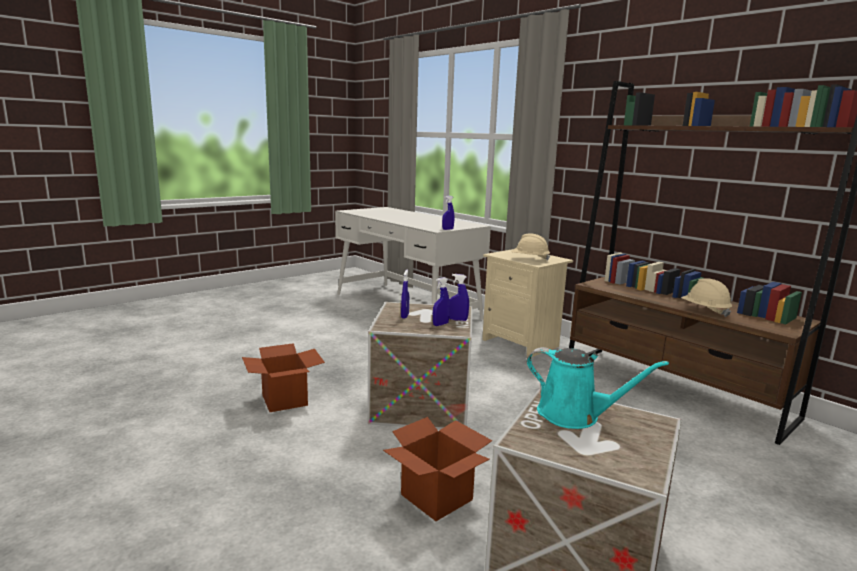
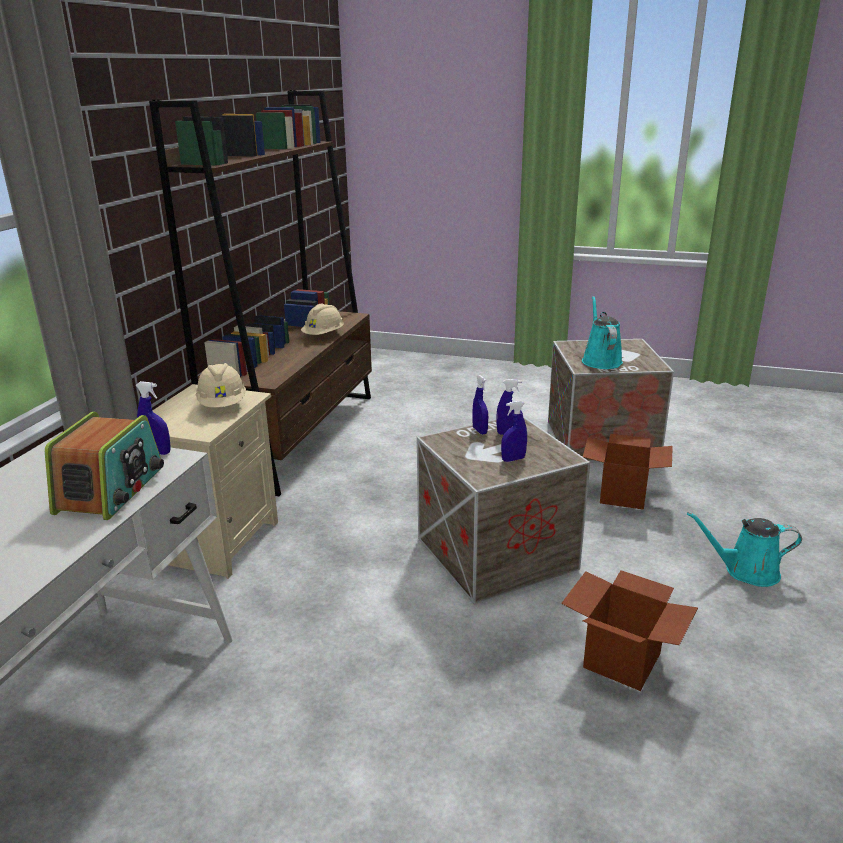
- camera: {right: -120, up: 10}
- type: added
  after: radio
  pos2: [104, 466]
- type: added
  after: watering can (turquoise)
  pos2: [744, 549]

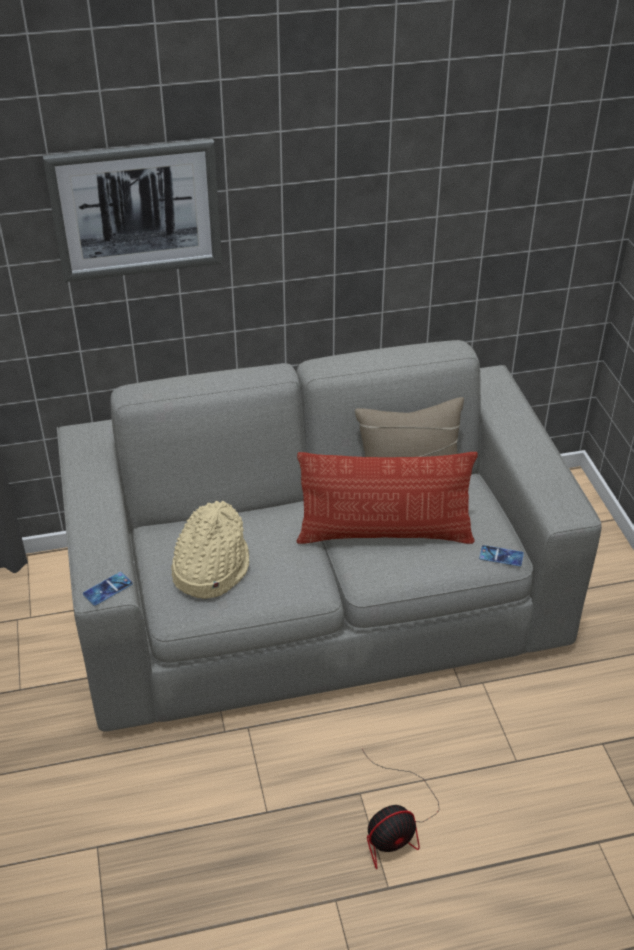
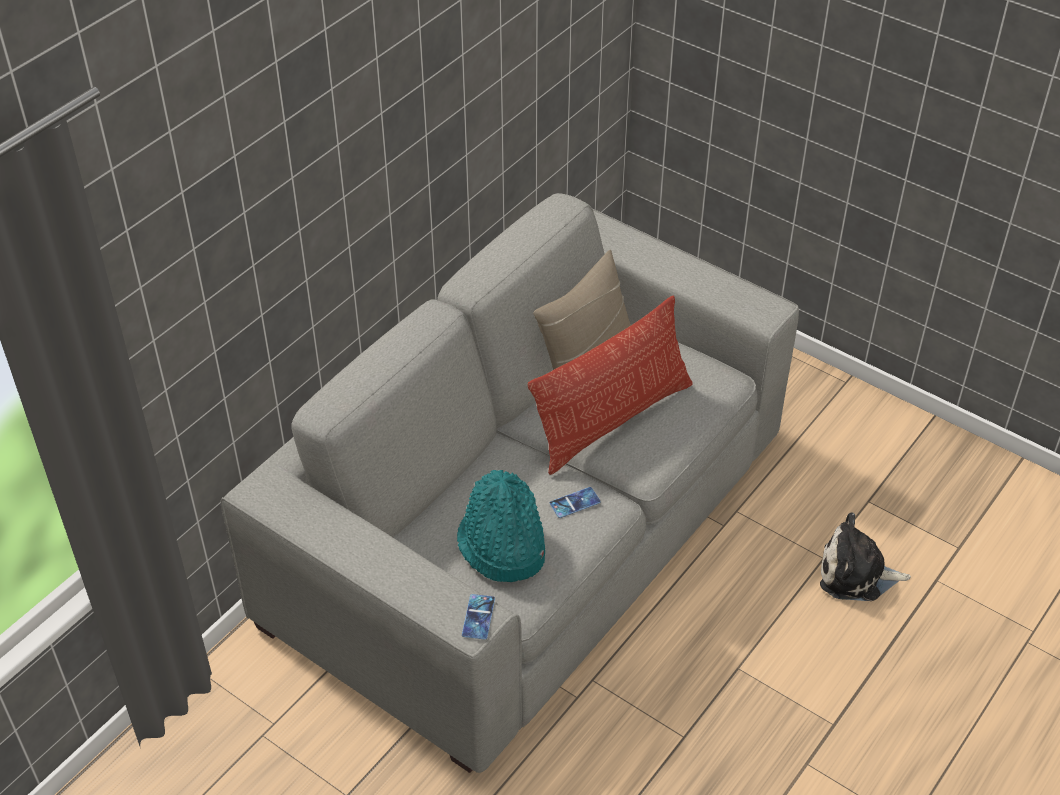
- camera: {right: -40, up: 5}
- type: removed
  before: picture
  pos1: [132, 210]
- type: recoloured
  before: hat (beige)
  after: hat (turquoise)
  pos1: [210, 549]
  pos2: [501, 526]
- type: moved
  before: phone
  pos1: [501, 555]
  pos2: [575, 502]
- type: removed
  before: fan
  pos1: [400, 809]
- type: added
  after: plush toy
  pos2: [865, 557]

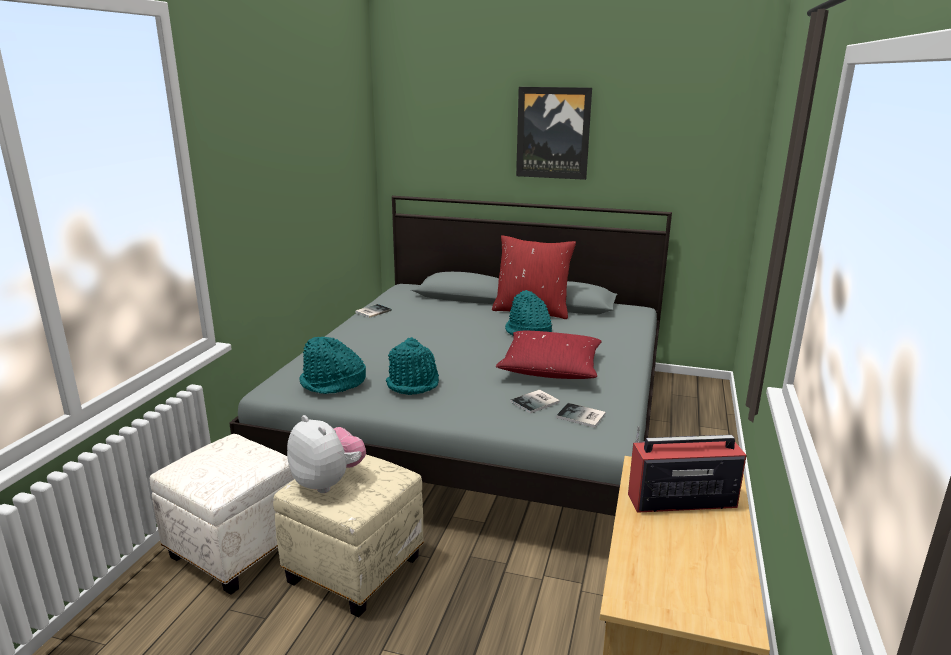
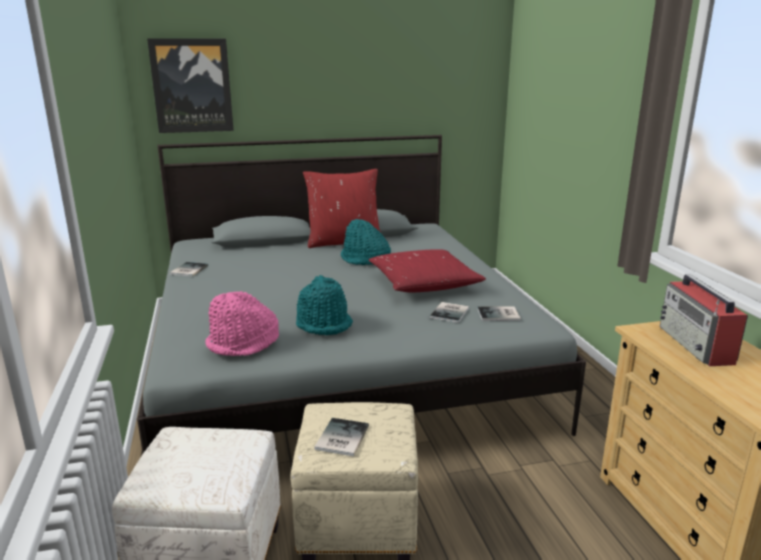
- camera: {right: -30, up: 0}
- type: moved
  before: picture
  pos1: [554, 133]
  pos2: [190, 85]
- type: recoloured
  before: hat (turquoise)
  after: hat (pink)
  pos1: [332, 365]
  pos2: [242, 323]
- type: replaced
  before: plush toy
  after: book
  pos1: [326, 454]
  pos2: [342, 437]
- type: turned
  before: radio
  pos1: [687, 469]
  pos2: [704, 320]
  turn: -60

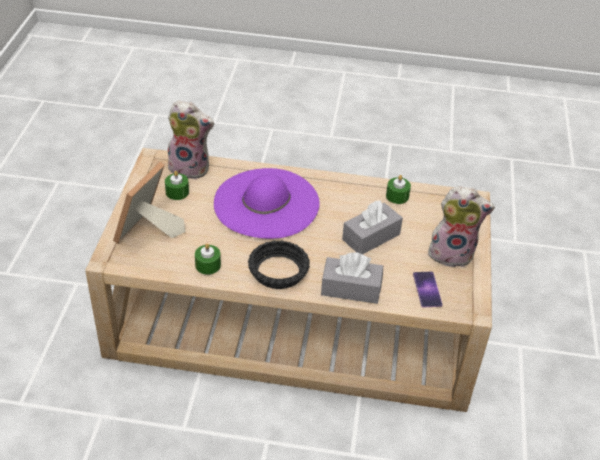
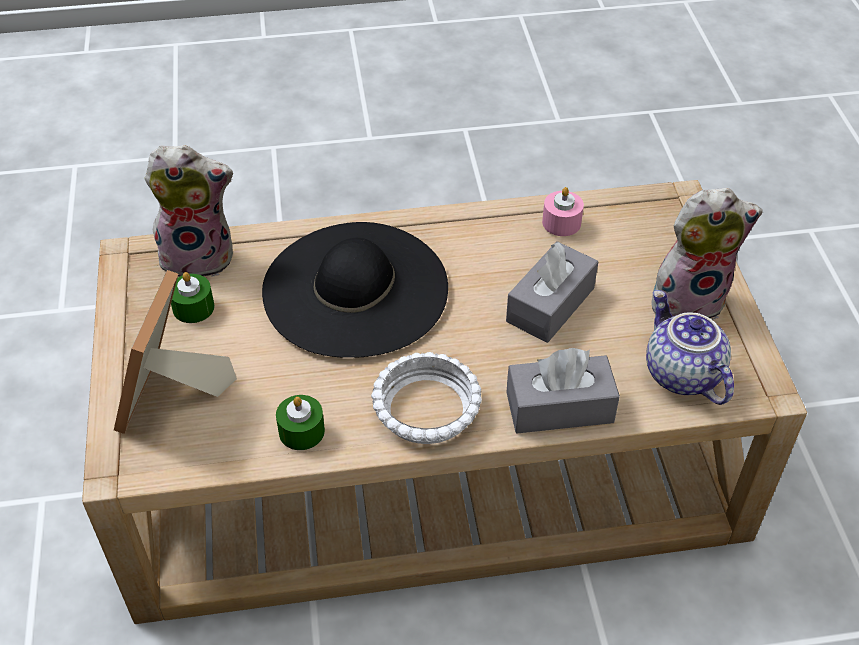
- camera: {right: -15, up: 5}
- type: recoloured
  before: hat (purple)
  after: hat (black)
  pos1: [267, 203]
  pos2: [355, 290]
- type: recoloured
  before: candle (green)
  after: candle (pink)
  pos1: [398, 189]
  pos2: [563, 211]
- type: recoloured
  before: bowl (black)
  after: bowl (white)
  pos1: [279, 265]
  pos2: [426, 398]
- type: replaced
  before: phone
  after: teapot
  pos1: [428, 289]
  pos2: [690, 347]

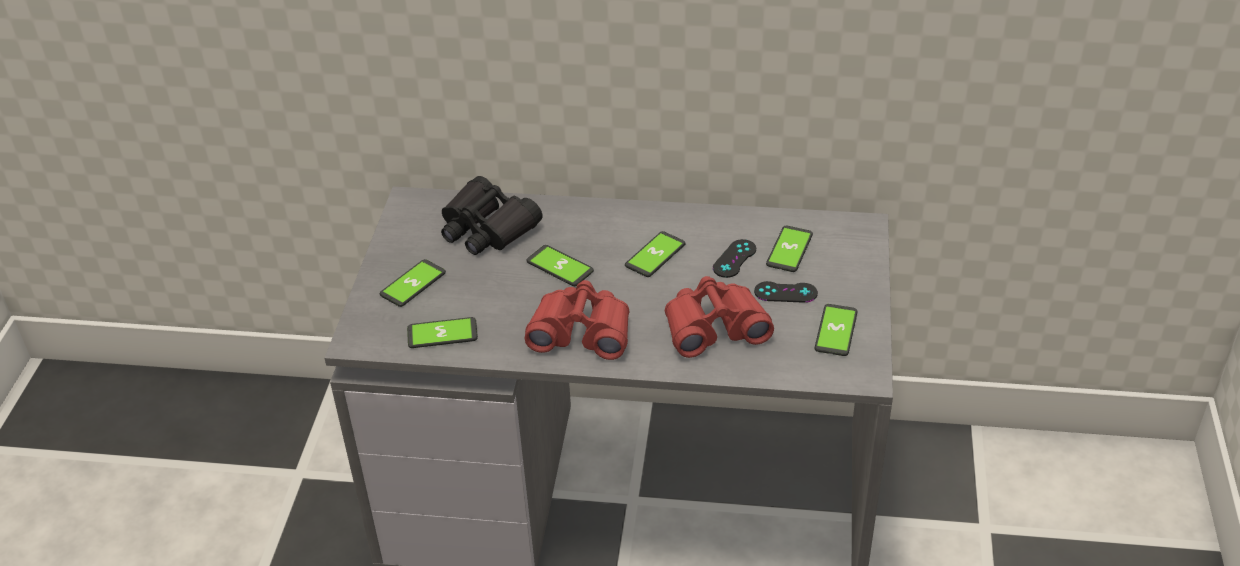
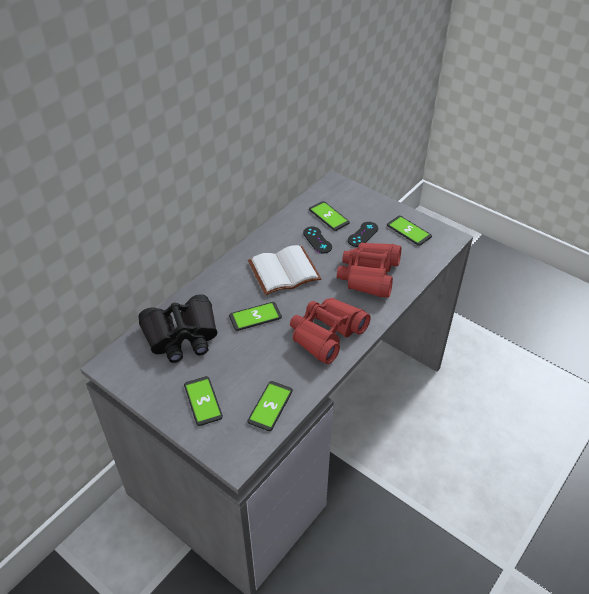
- camera: {right: -60, up: 5}
- type: replaced
  before: phone
  after: book (white)
  pos1: [655, 254]
  pos2: [285, 270]

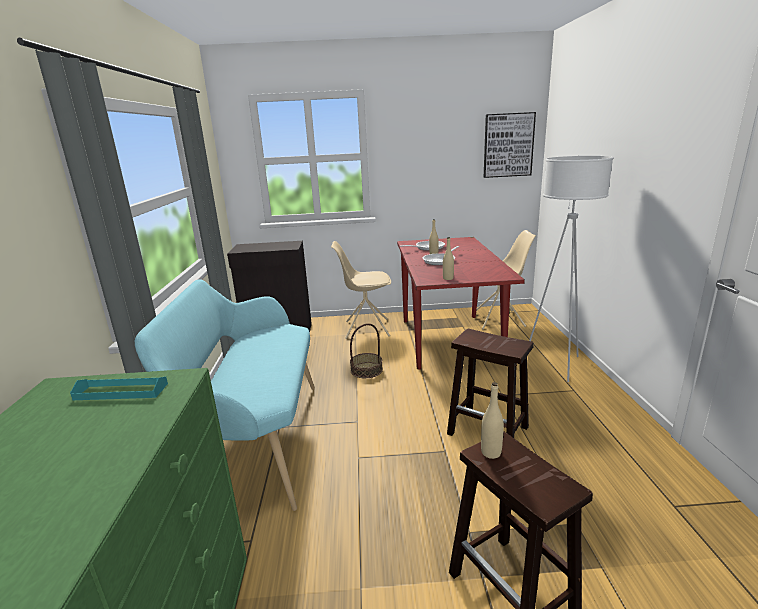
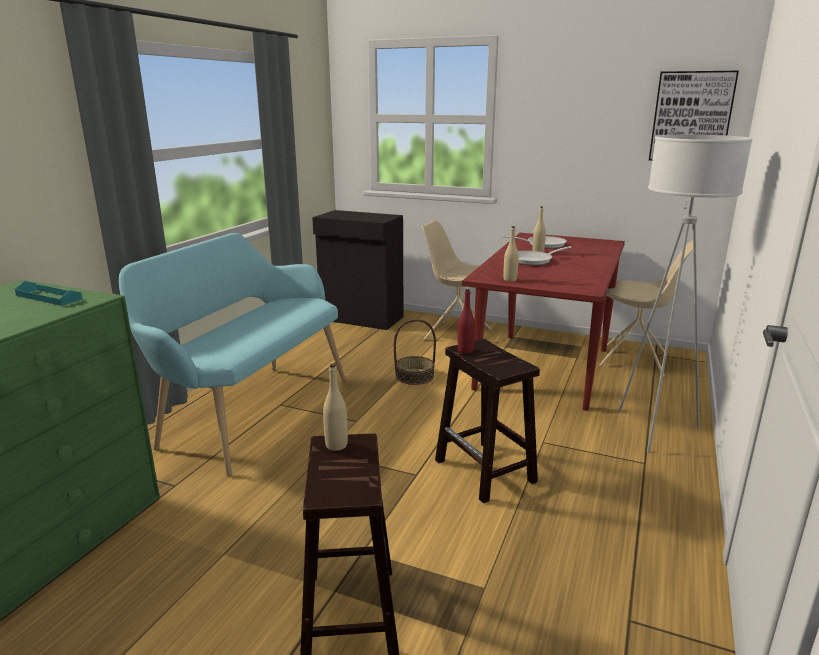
- camera: {right: 25, up: 0}
- type: added
  after: bottle (red)
  pos2: [466, 321]

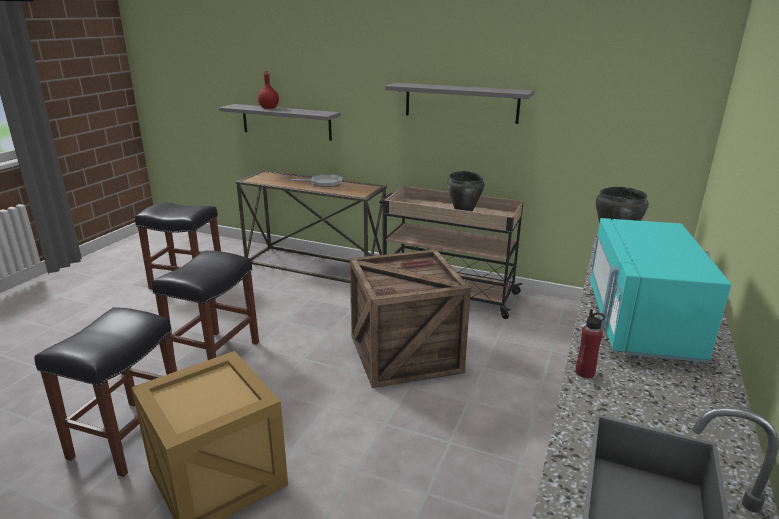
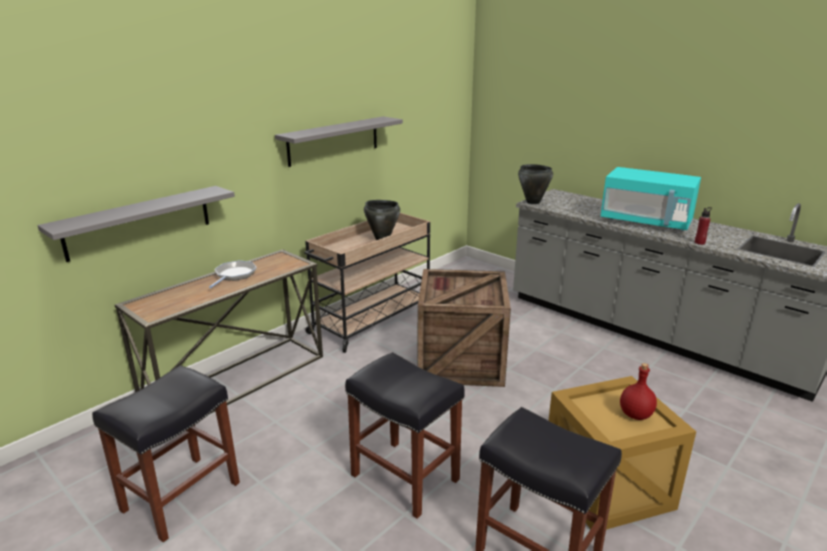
- camera: {right: -70, up: 0}
- type: moved
  before: bottle (red)
  pos1: [268, 90]
  pos2: [638, 391]

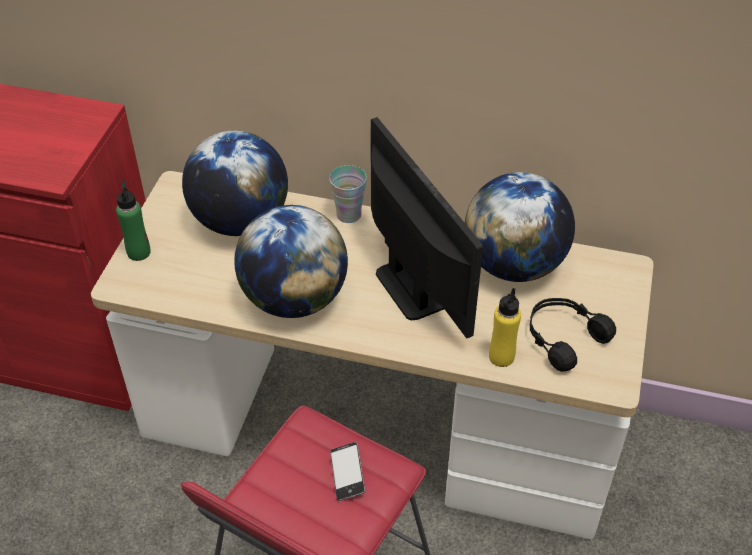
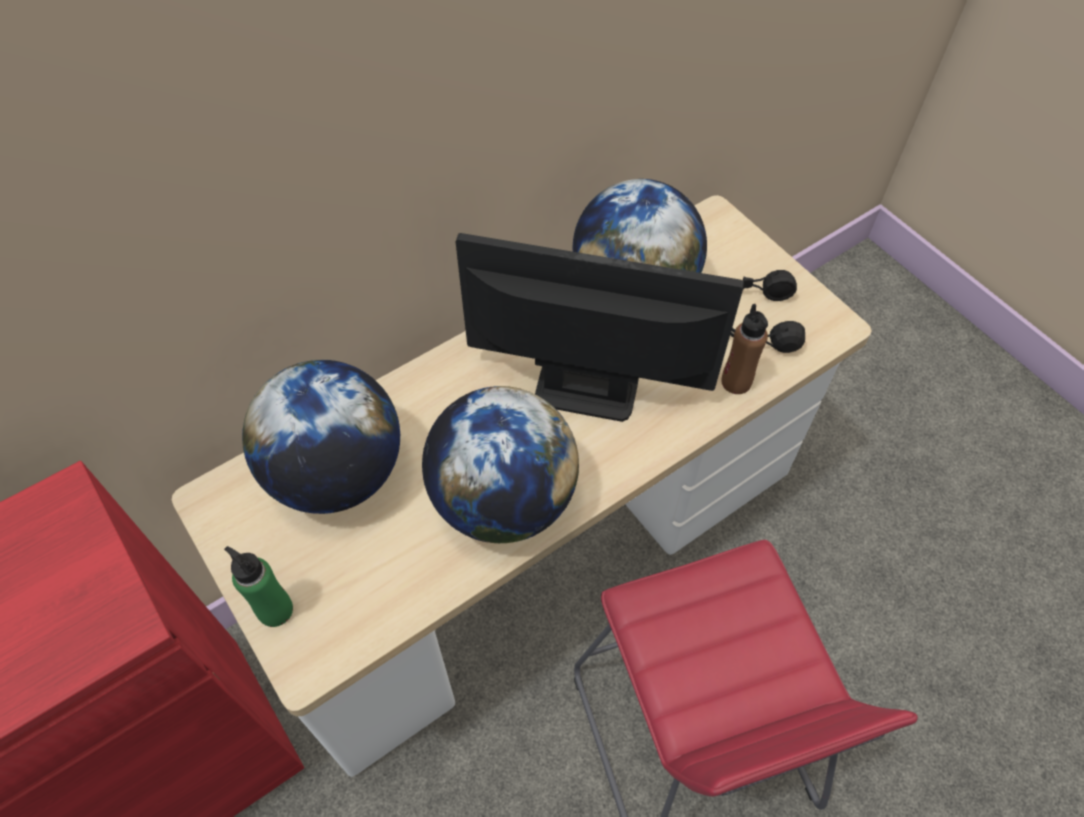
- camera: {right: -50, up: 10}
- type: removed
  before: cup
  pos1: [348, 194]
- type: recoloured
  before: bottle (yellow)
  after: bottle (brown)
  pos1: [505, 327]
  pos2: [744, 349]
- type: removed
  before: phone
  pos1: [347, 471]

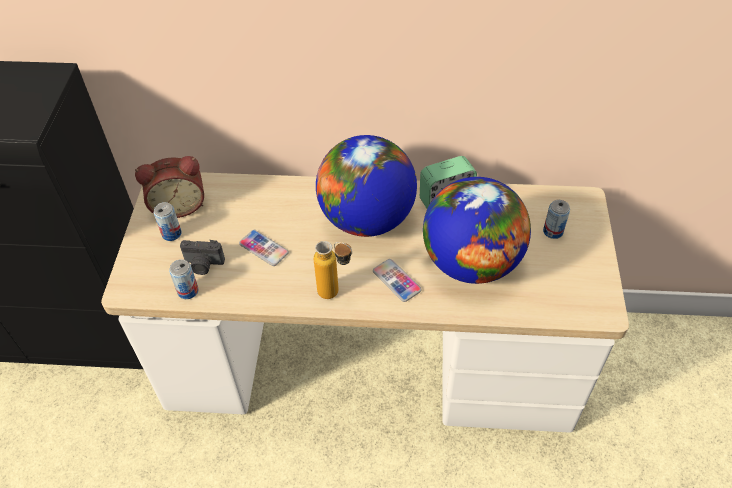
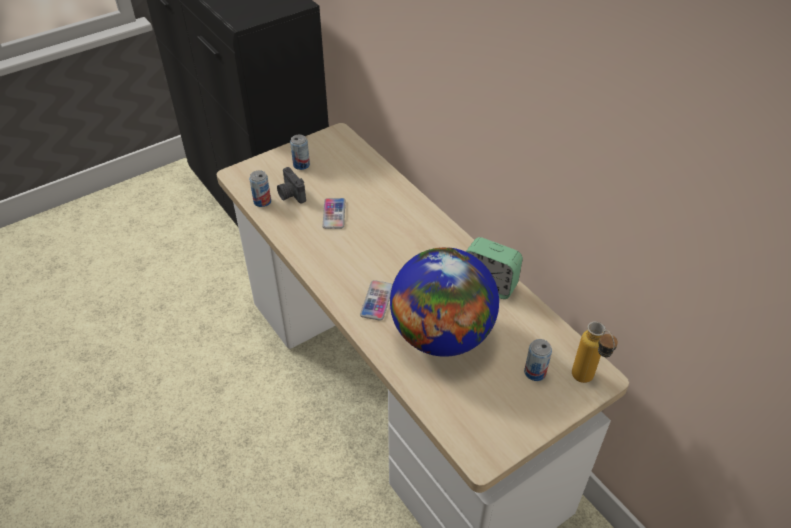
- camera: {right: 50, up: -5}
- type: removed
  before: globe
  pos1: [366, 186]
- type: removed
  before: alarm clock
  pos1: [169, 187]
- type: moved
  before: bottle
  pos1: [333, 270]
  pos2: [595, 352]

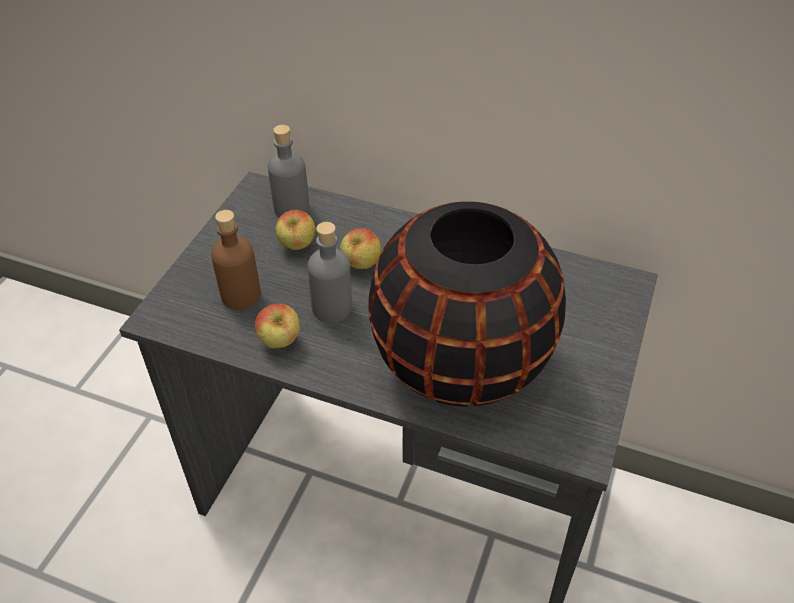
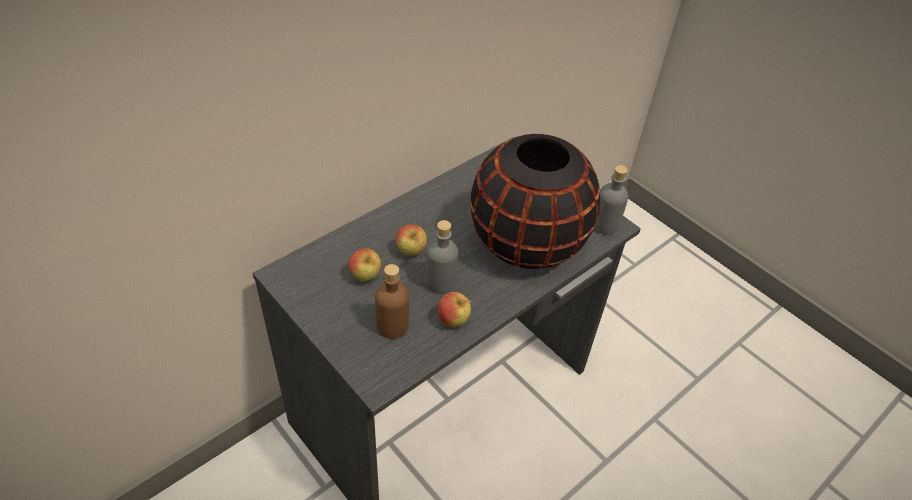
- camera: {right: -65, up: 0}
- type: moved
  before: bottle (grey)
  pos1: [289, 171]
  pos2: [611, 200]

